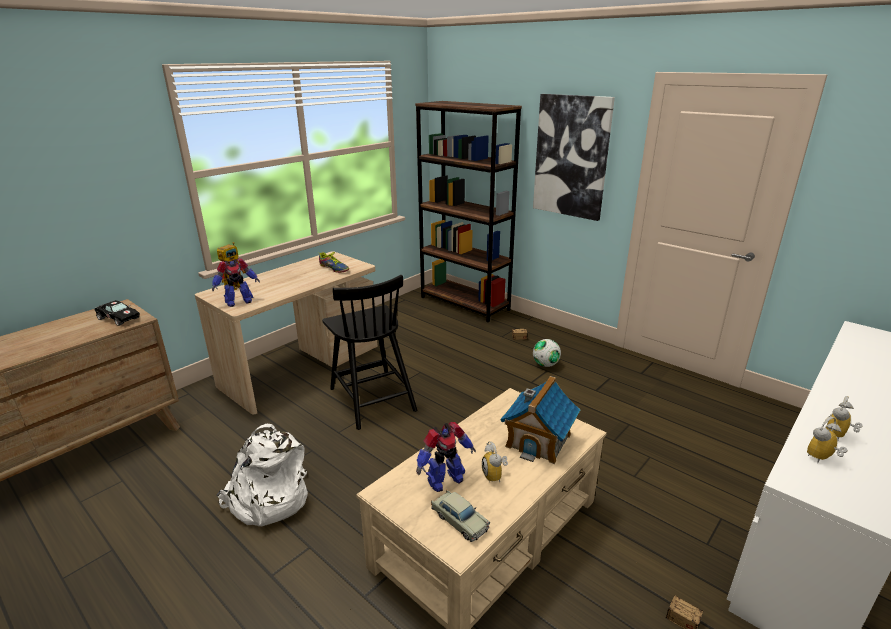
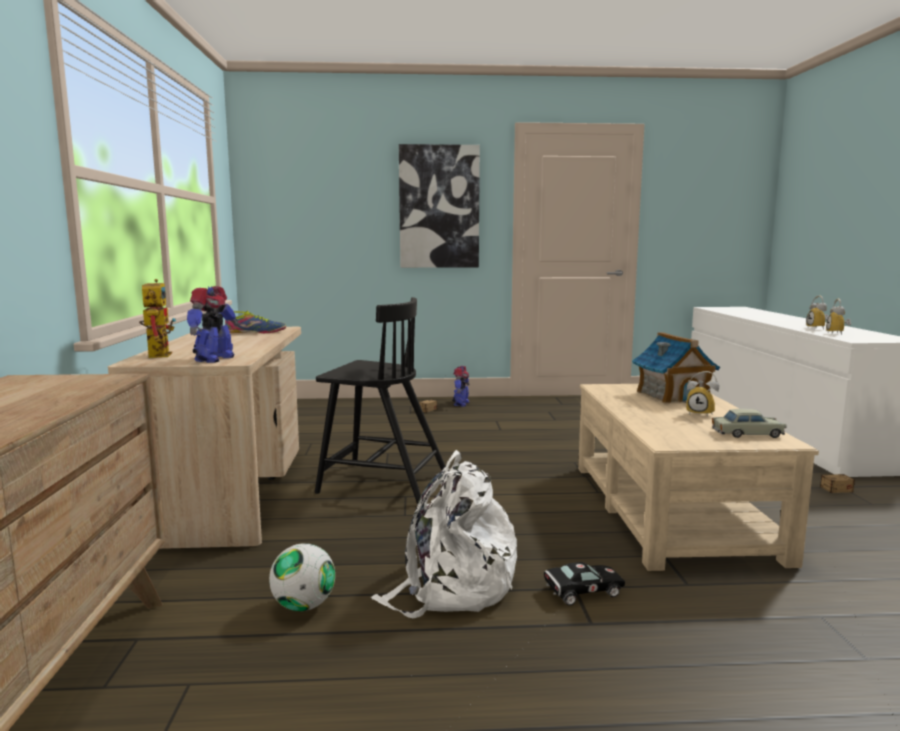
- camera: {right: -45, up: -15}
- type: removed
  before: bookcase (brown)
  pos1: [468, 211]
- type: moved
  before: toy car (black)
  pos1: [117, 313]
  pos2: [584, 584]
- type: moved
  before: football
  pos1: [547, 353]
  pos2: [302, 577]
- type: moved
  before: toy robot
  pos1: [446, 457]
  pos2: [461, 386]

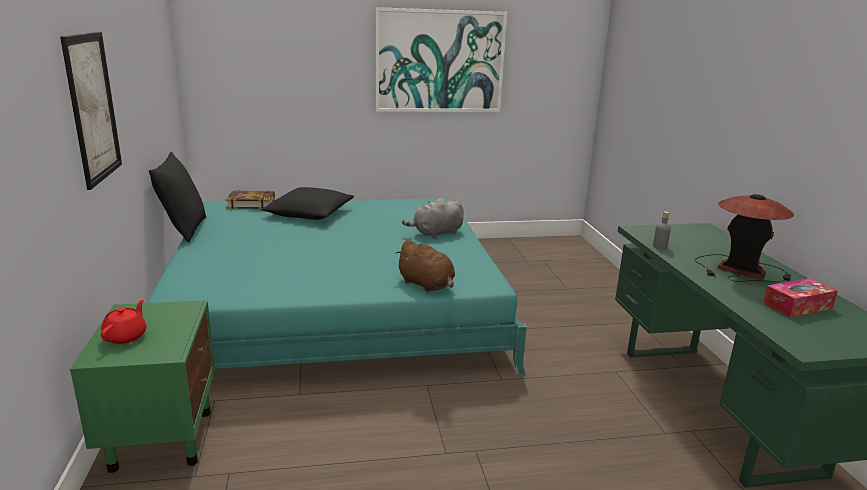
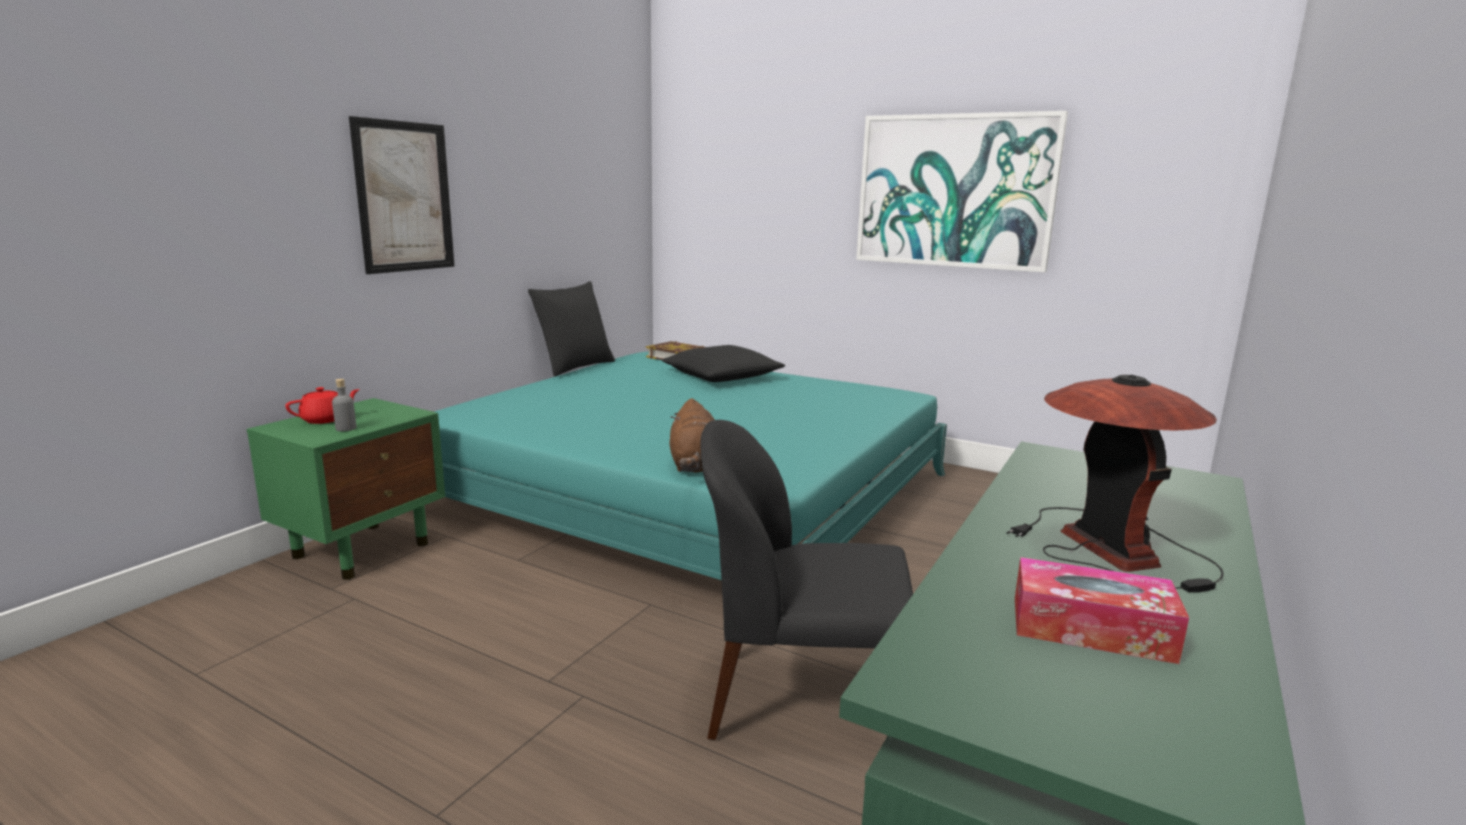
- camera: {right: 40, up: -5}
- type: removed
  before: plush toy (grey)
  pos1: [433, 218]
- type: moved
  before: bottle (grey)
  pos1: [662, 230]
  pos2: [344, 405]
- type: added
  after: chair (black)
  pos2: [806, 580]

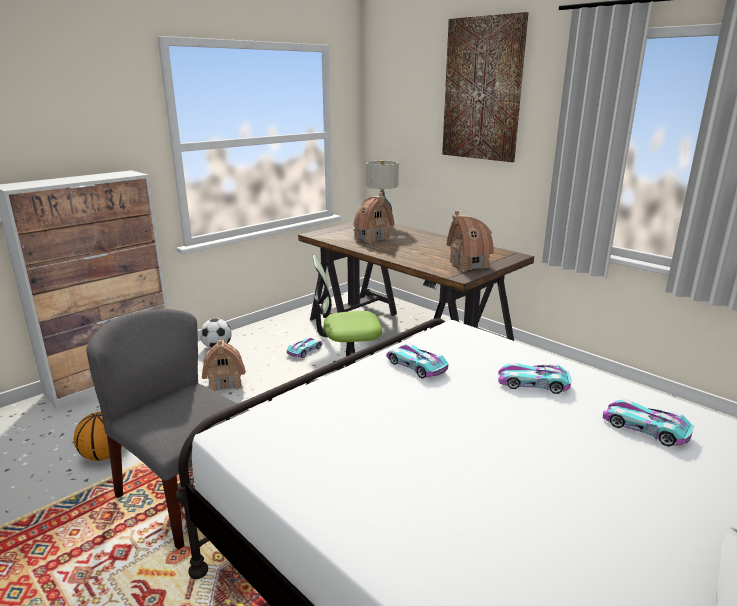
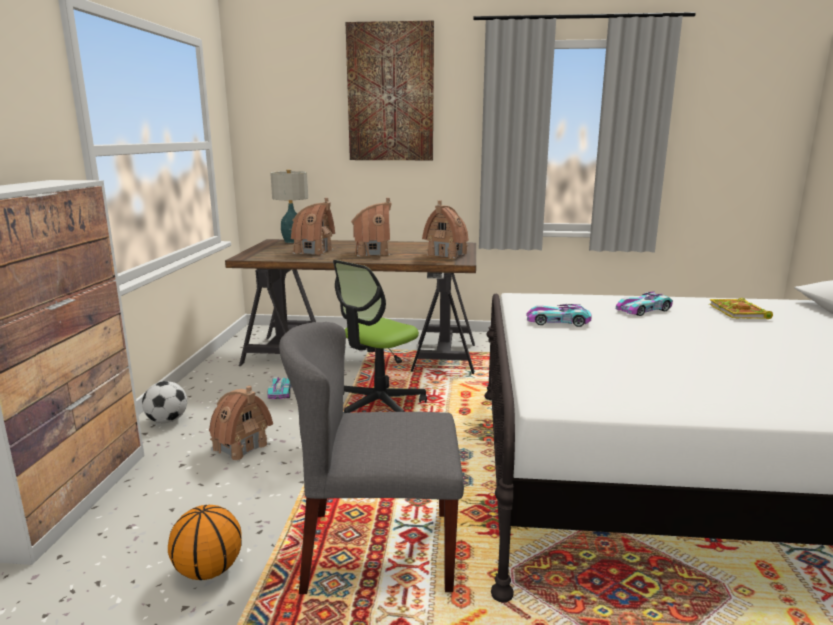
- camera: {right: -40, up: -5}
- type: replaced
  before: toy car
  after: book
  pos1: [648, 423]
  pos2: [741, 308]
- type: added
  after: toy house
  pos2: [371, 227]

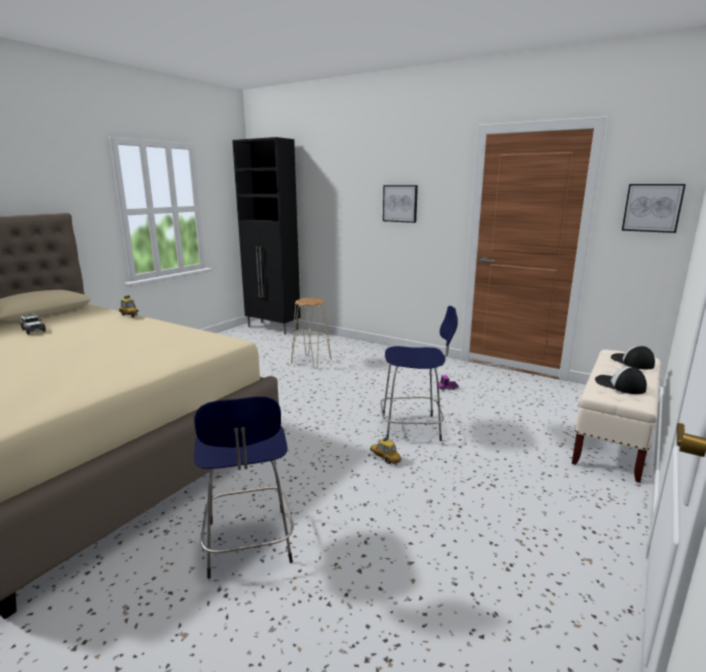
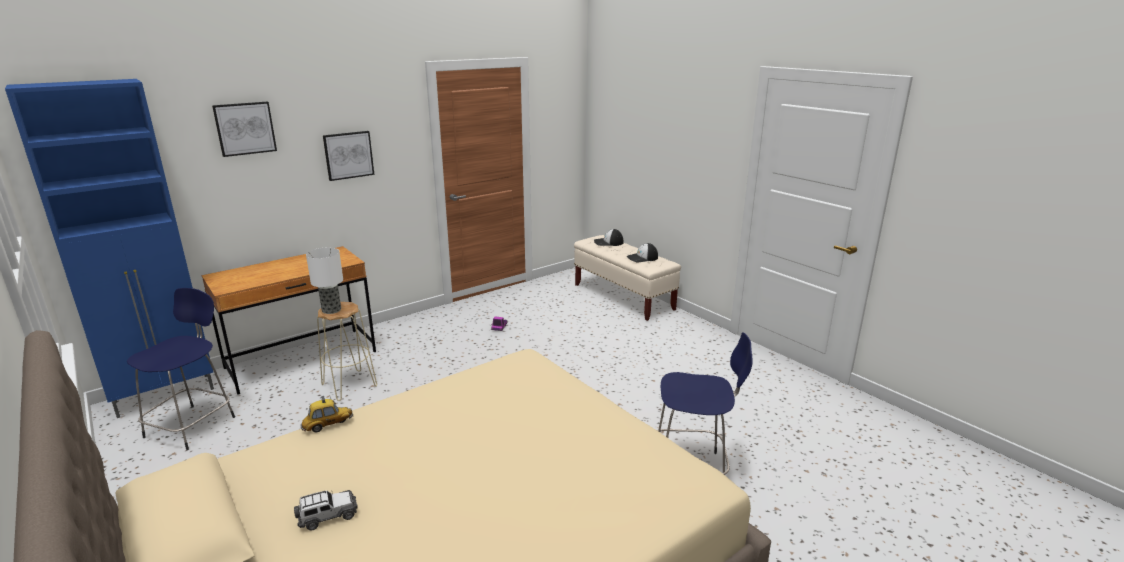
- camera: {right: -70, up: 5}
- type: recoloured
  before: cabinet (black)
  after: cabinet (blue)
  pos1: [266, 236]
  pos2: [109, 248]
- type: moved
  before: picture
  pos1: [654, 208]
  pos2: [244, 129]
- type: moved
  before: stool (blue)
  pos1: [419, 373]
  pos2: [181, 369]
- type: removed
  before: toy car
  pos1: [386, 450]
- type: added
  after: desk (brown)
  pos2: [288, 320]
- type: added
  after: table lamp
  pos2: [324, 281]

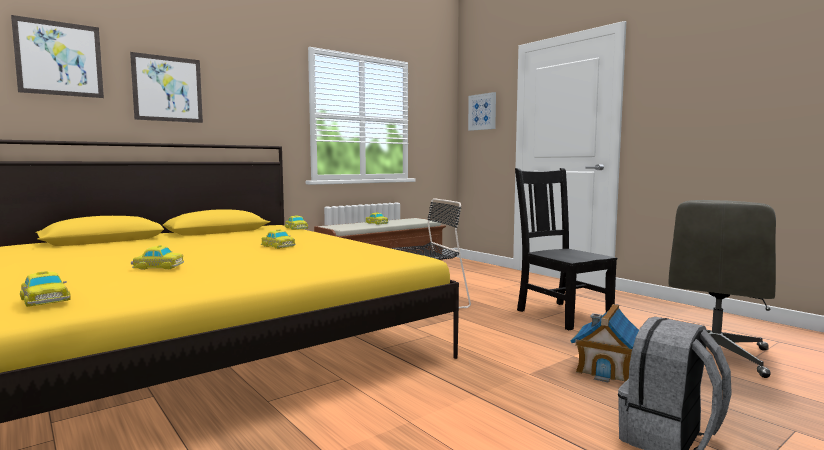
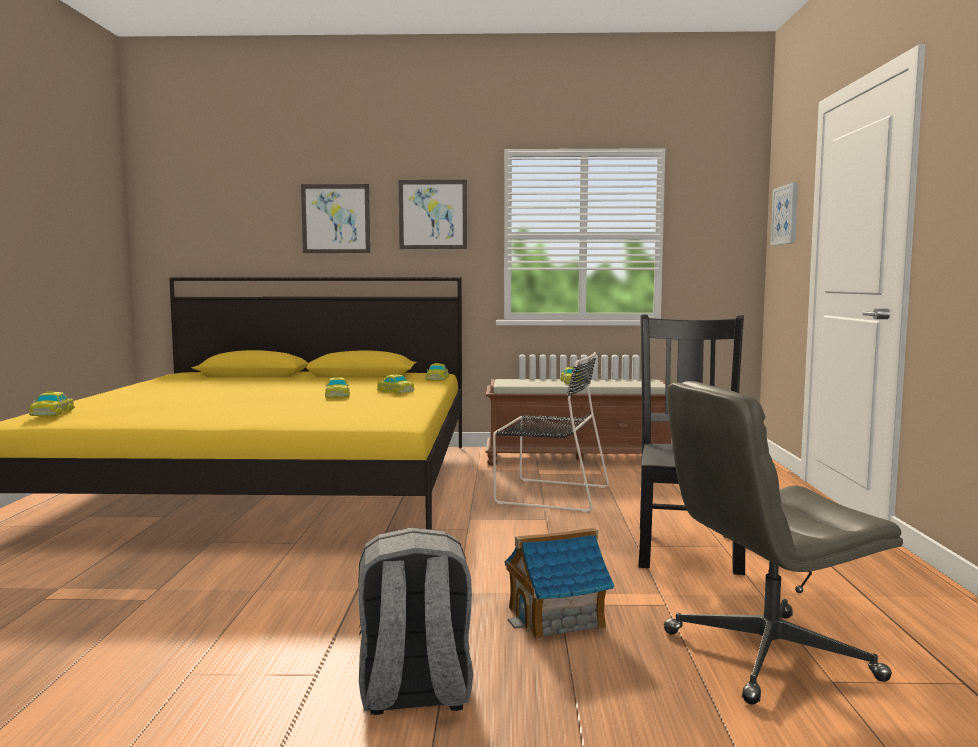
- camera: {right: 40, up: 0}
- type: moved
  before: picture
  pos1: [57, 56]
  pos2: [433, 214]
- type: moved
  before: toy car
  pos1: [157, 257]
  pos2: [396, 384]

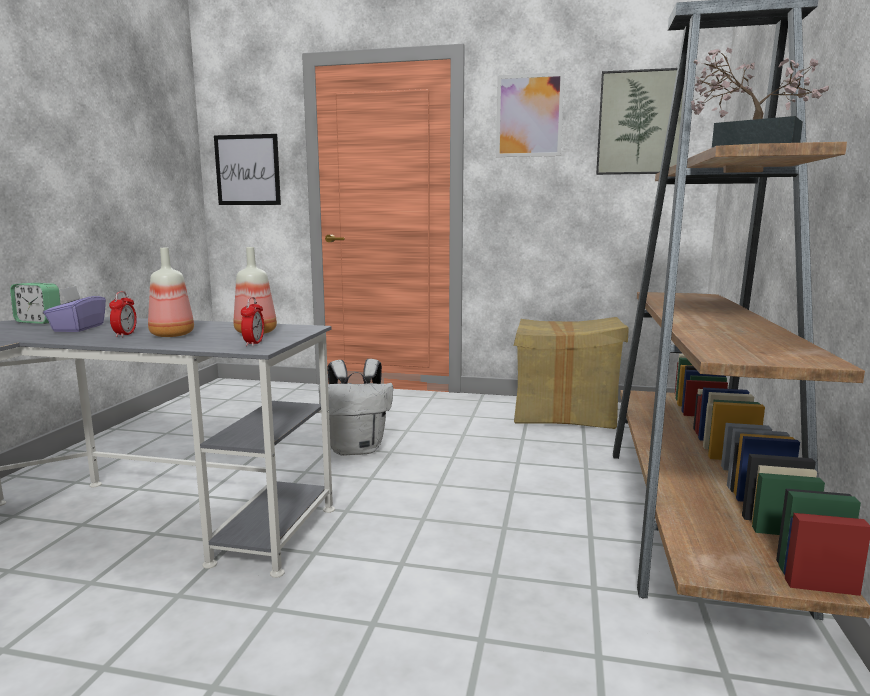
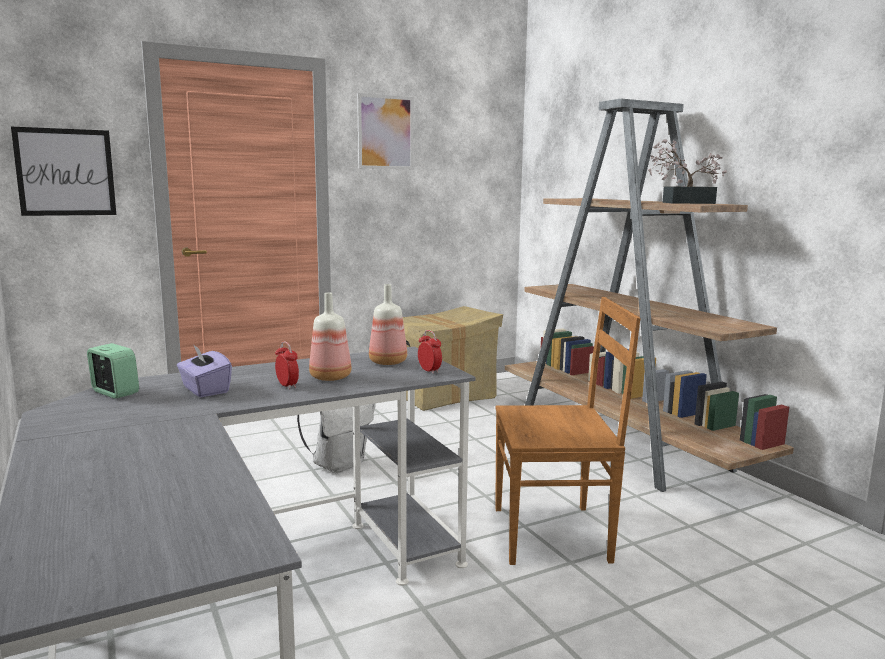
- camera: {right: -40, up: 0}
- type: removed
  before: picture
  pos1: [640, 121]
- type: turned
  before: alarm clock
  pos1: [35, 303]
  pos2: [113, 371]
  turn: -120
- type: added
  after: chair (brown)
  pos2: [568, 431]

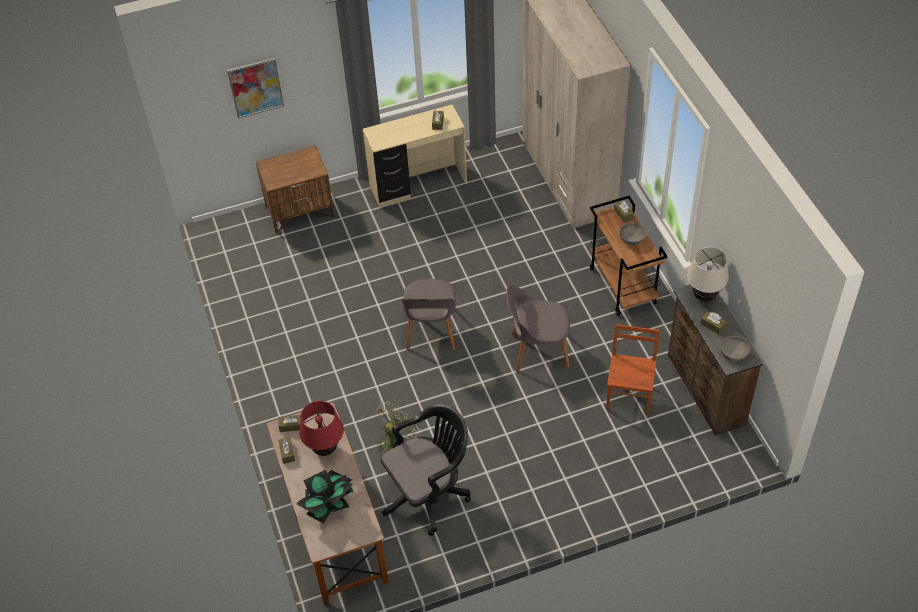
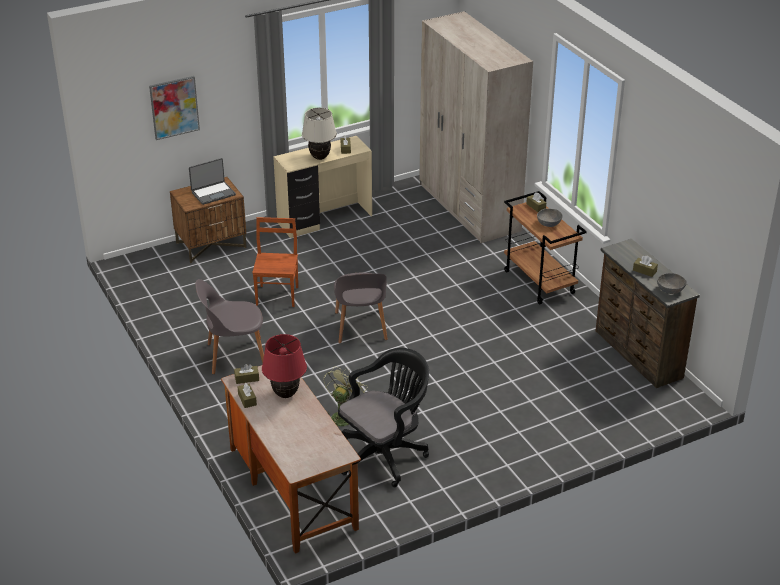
- camera: {right: -10, up: -15}
- type: moved
  before: table lamp (beige)
  pos1: [708, 274]
  pos2: [319, 134]
- type: moved
  before: chair (grey)
  pos1: [538, 328]
  pos2: [229, 326]
- type: moved
  before: chair (brown)
  pos1: [632, 369]
  pos2: [275, 262]
- type: removed
  before: potted plant
  pos1: [325, 496]
- type: added
  after: laptop
  pos2: [212, 181]

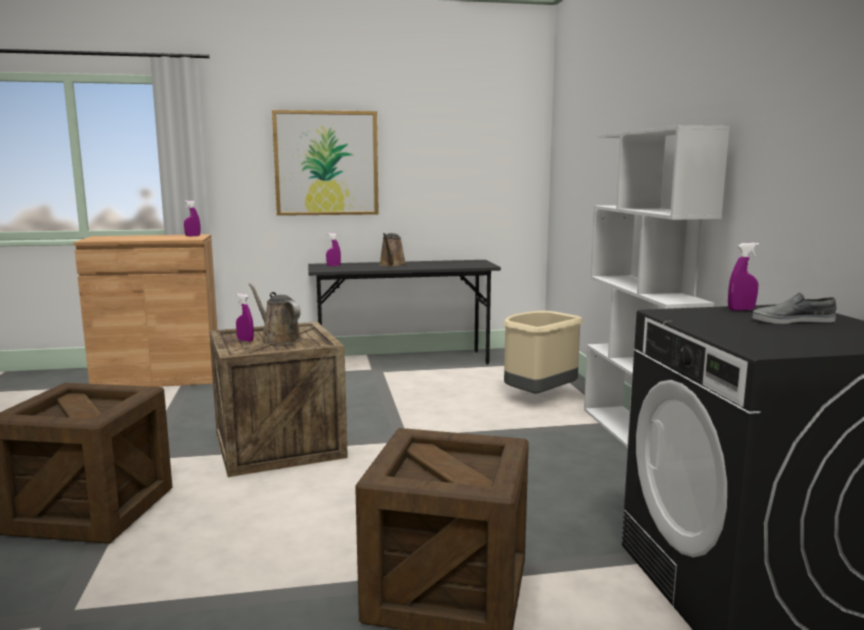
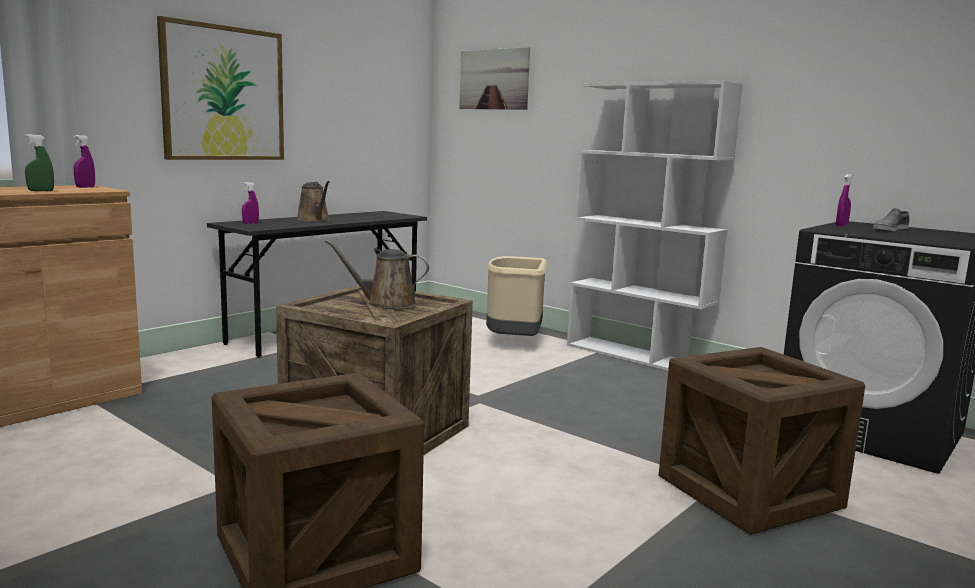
- camera: {right: -40, up: 0}
- type: removed
  before: spray bottle (purple)
  pos1: [245, 317]
- type: added
  after: picture
  pos2: [494, 78]
- type: added
  after: spray bottle (green)
  pos2: [39, 162]

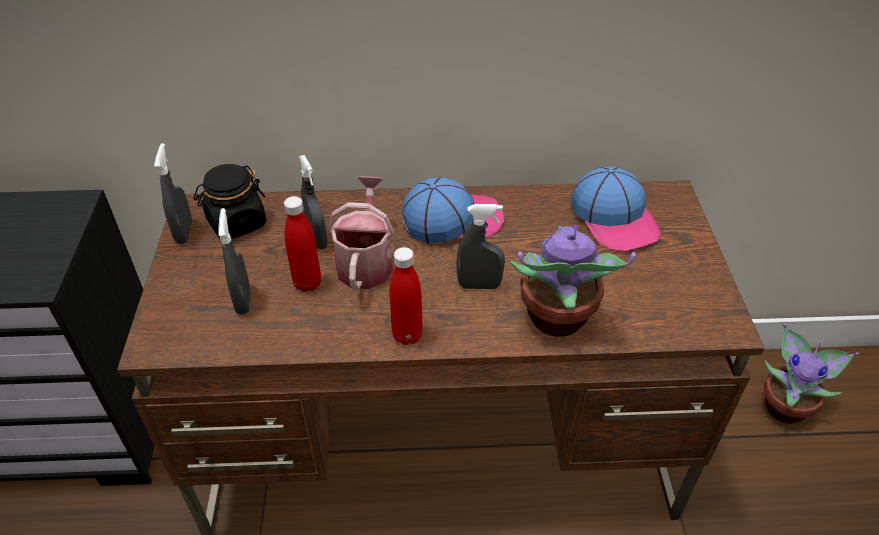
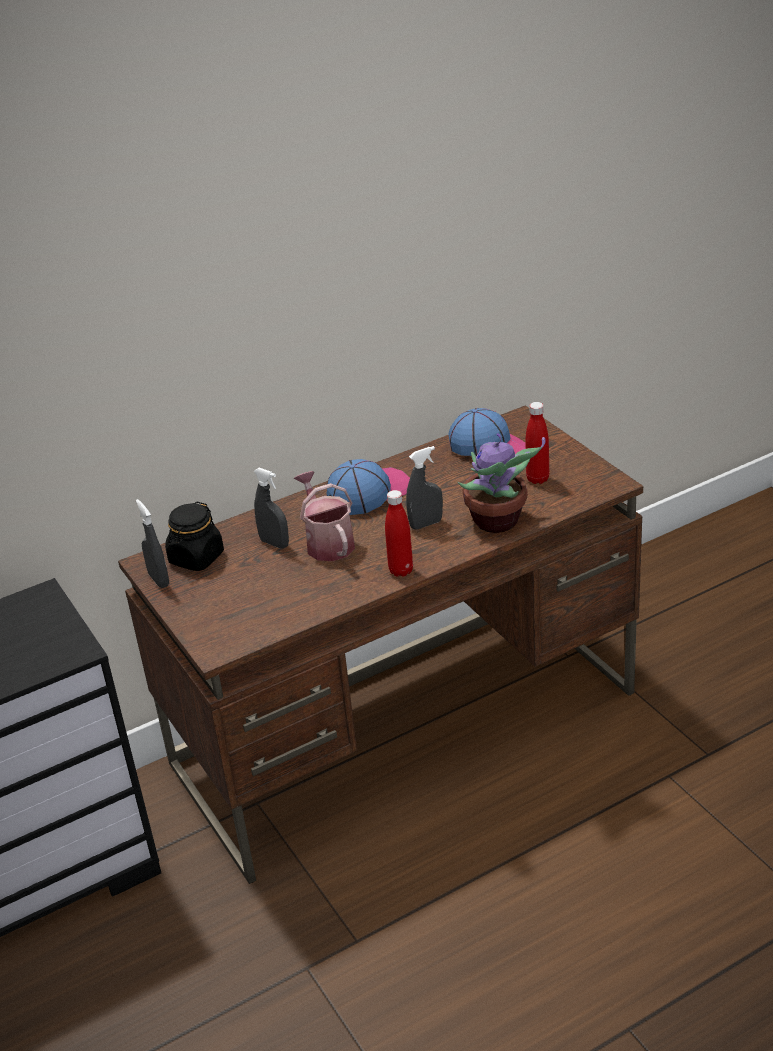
- camera: {right: -25, up: -10}
- type: moved
  before: bottle (red)
  pos1: [302, 244]
  pos2: [537, 443]
- type: removed
  before: spray bottle (grey)
  pos1: [234, 261]
- type: removed
  before: potted plant
  pos1: [811, 373]

